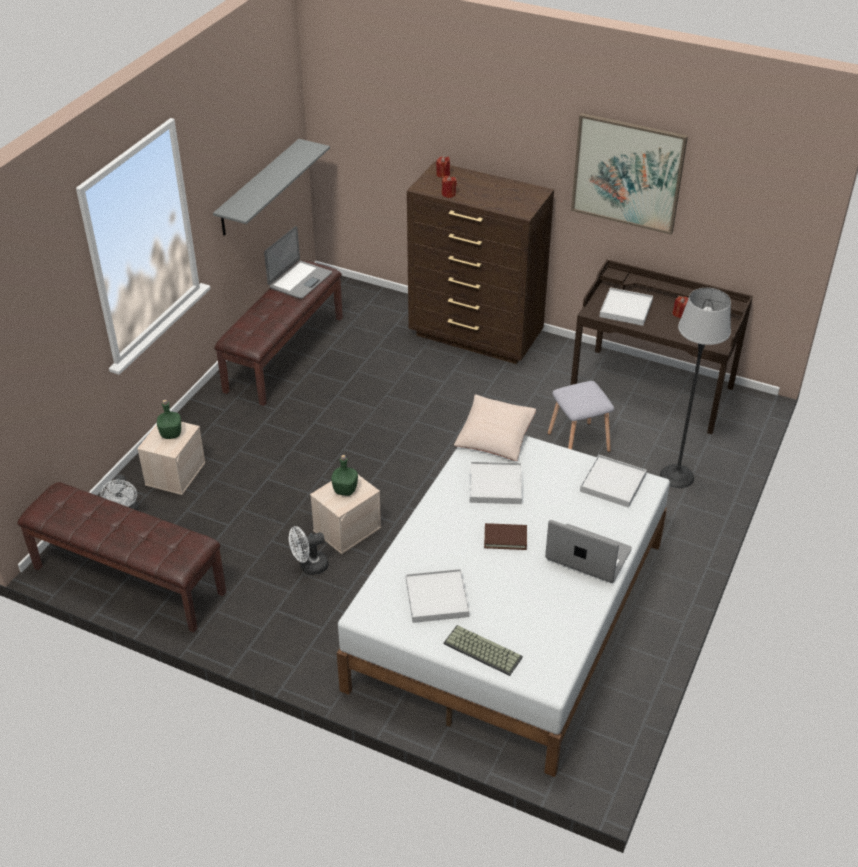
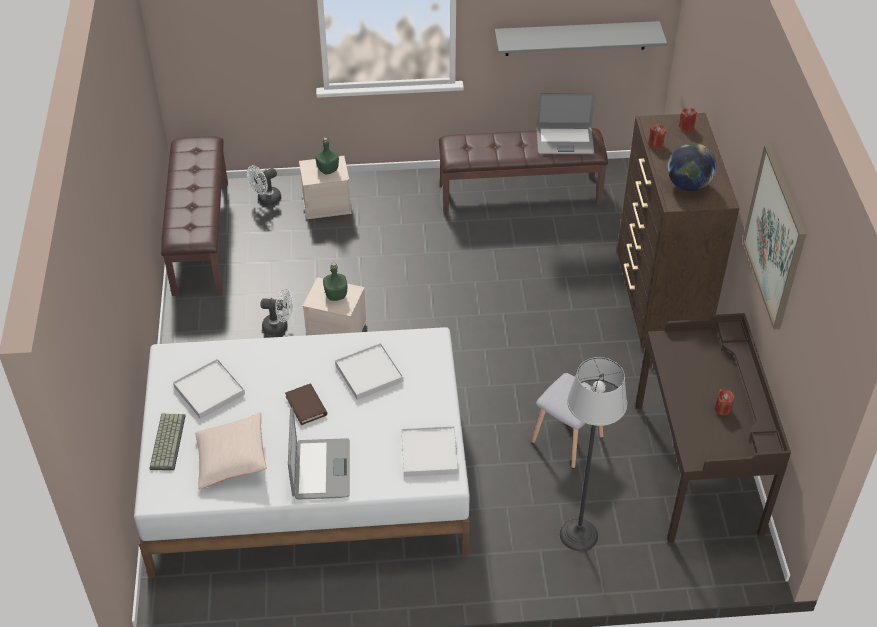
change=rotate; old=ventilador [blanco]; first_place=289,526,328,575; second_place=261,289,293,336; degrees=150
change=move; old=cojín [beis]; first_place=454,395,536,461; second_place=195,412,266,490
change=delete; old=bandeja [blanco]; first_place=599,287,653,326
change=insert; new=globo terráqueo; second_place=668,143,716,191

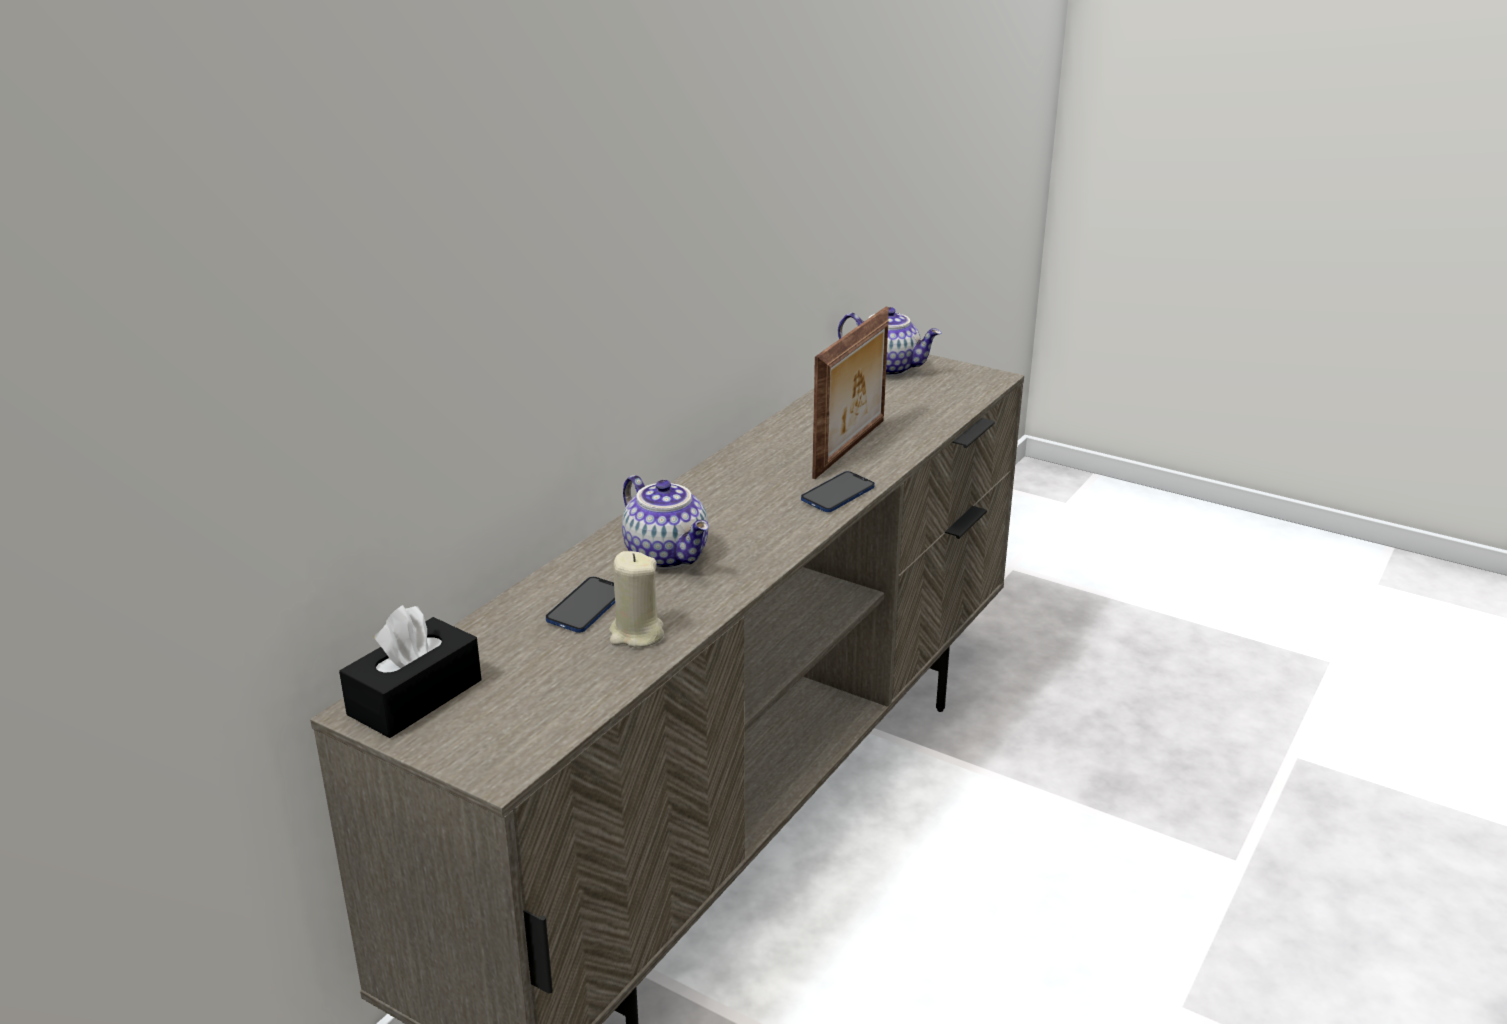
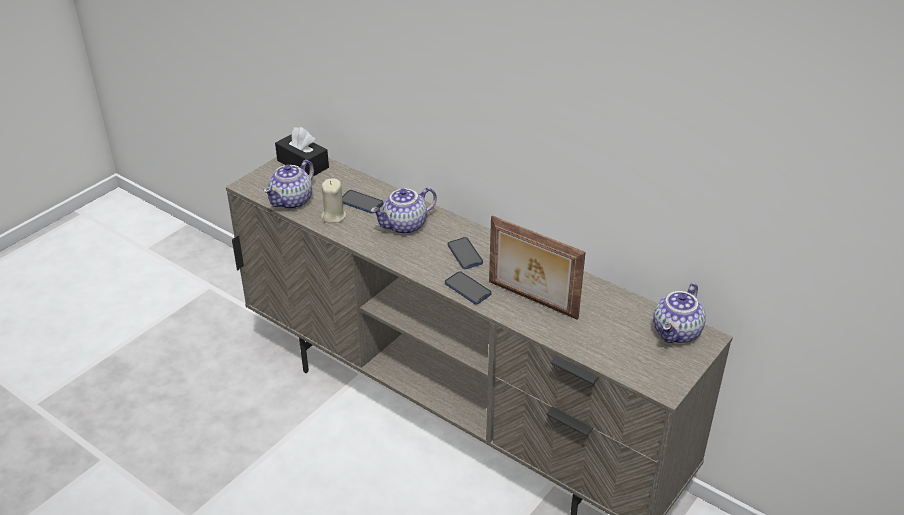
change=insert; new=tetera; second_place=263,160,314,209
change=insert; new=móvil; second_place=447,237,483,269

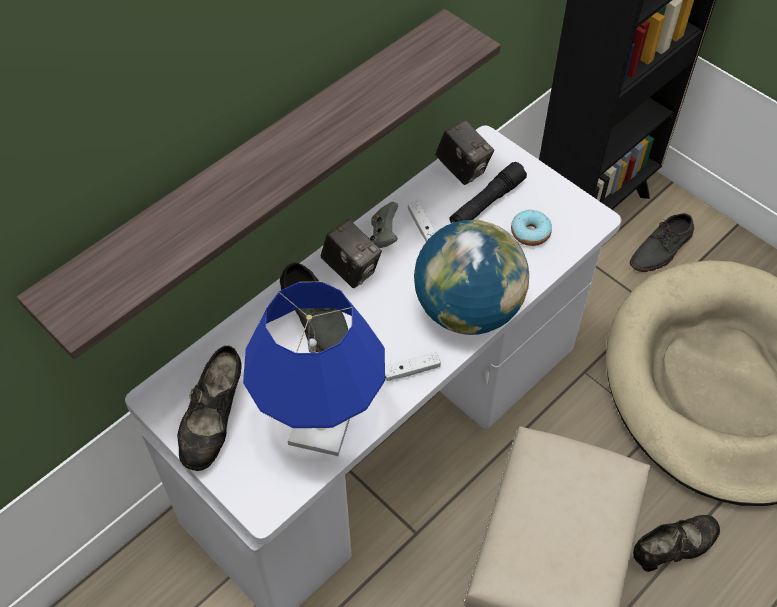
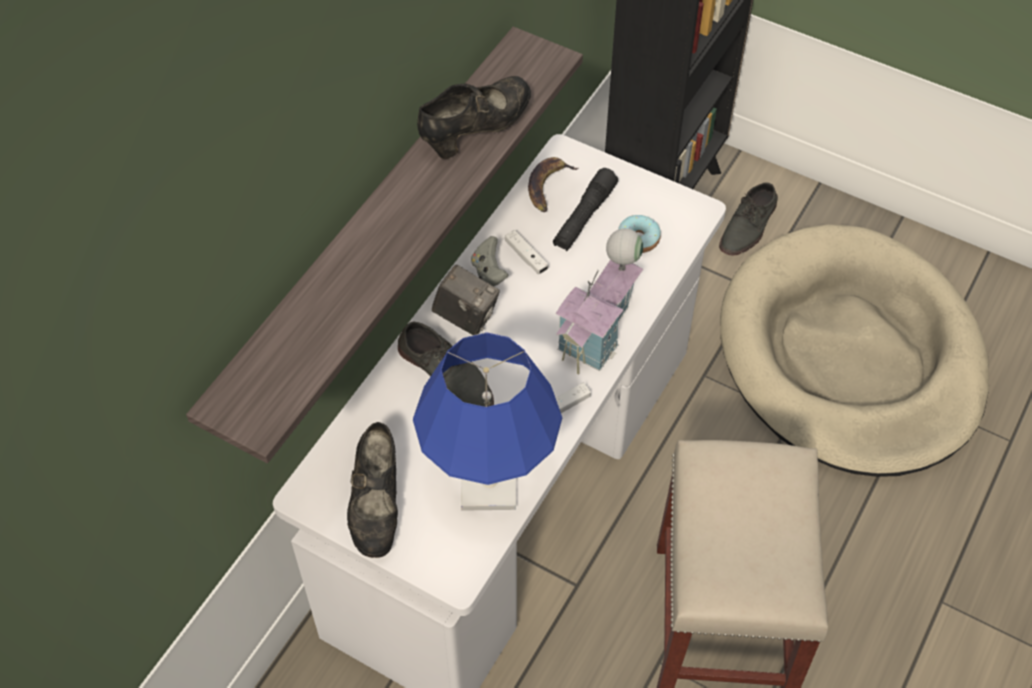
change=replace; old=globo terráqueo; new=casita; first_place=414,220,529,335; second_place=555,228,644,375
change=replace; old=cámara; new=plátano; first_place=435,120,494,185; second_place=528,157,578,212
change=move; old=zapato [negro]; first_place=633,515,720,572; second_place=417,76,531,159

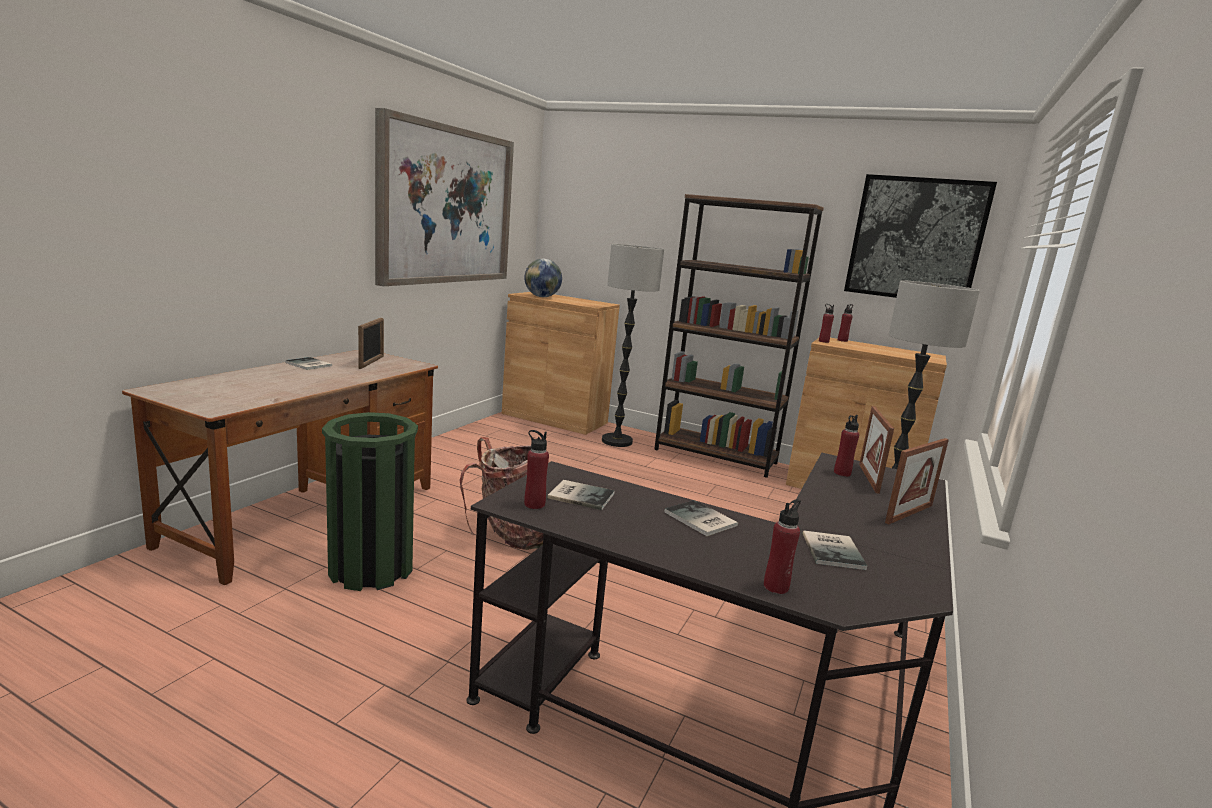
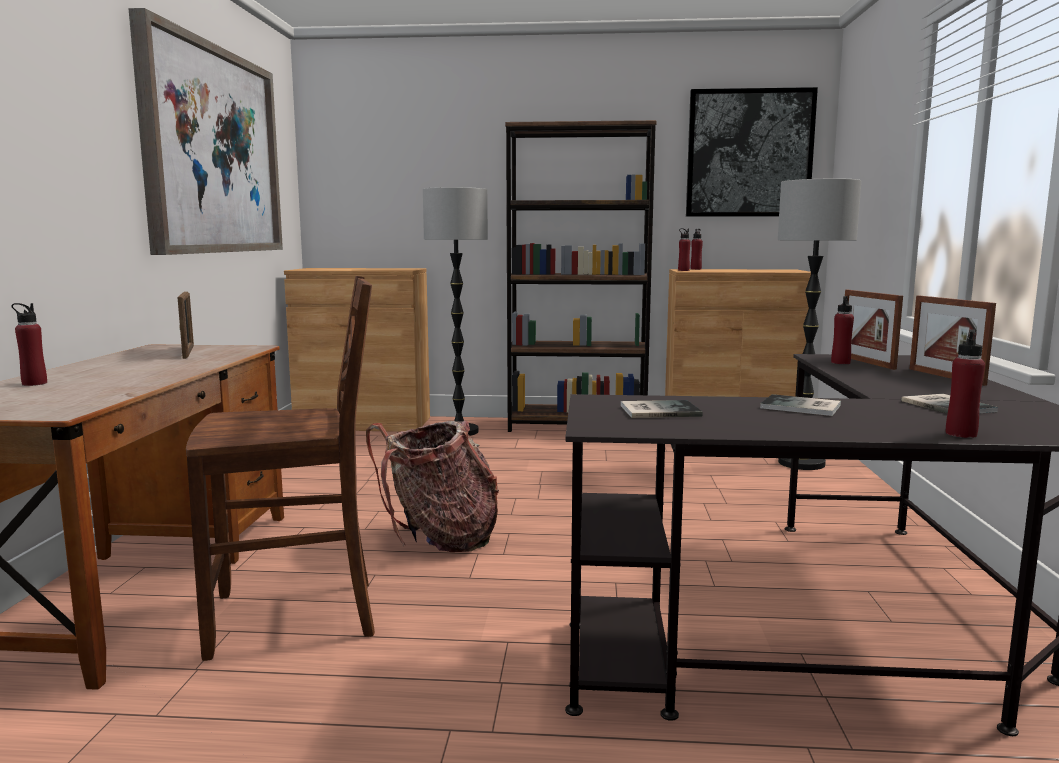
change=delete; old=libro; first_place=285,357,332,370
change=replace; old=papelera [verde]; new=silla [marrón]; first_place=322,412,418,591; second_place=186,276,375,661
change=delete; old=globo terráqueo; first_place=524,259,562,297
change=move; old=botella [rojo]; first_place=524,430,549,509; second_place=12,303,47,386
change=rotate; old=portarretratos; first_place=885,438,949,524; second_place=910,295,996,386; degrees=135

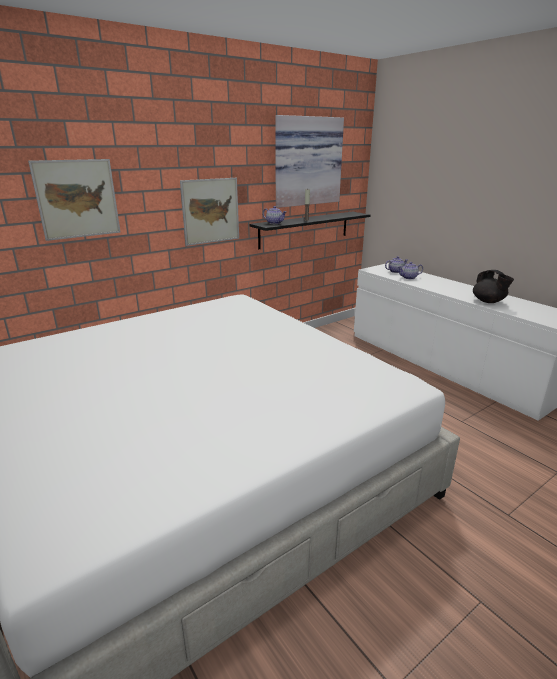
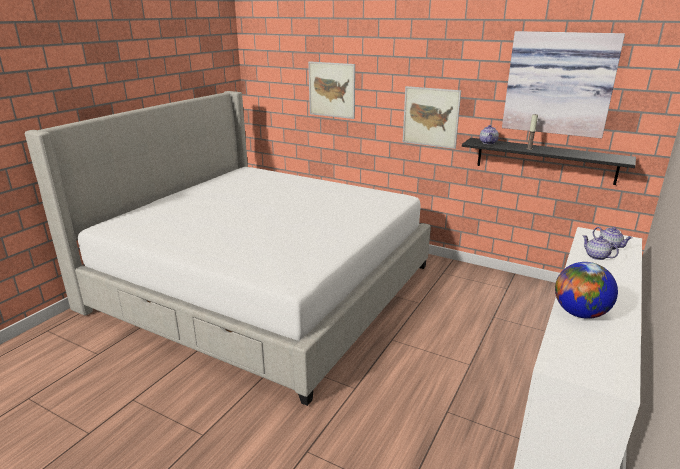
change=replace; old=tetera [negro]; new=globo terráqueo; first_place=473,270,514,303; second_place=555,262,618,319

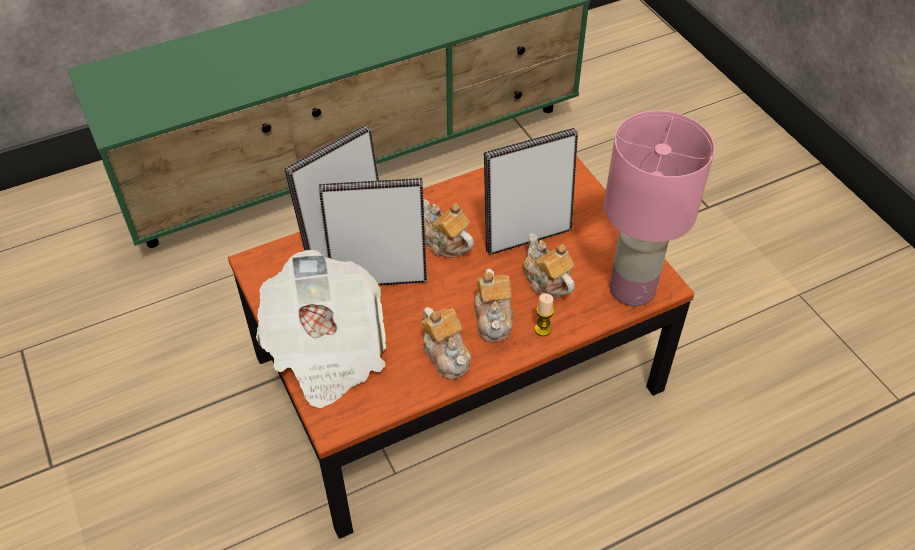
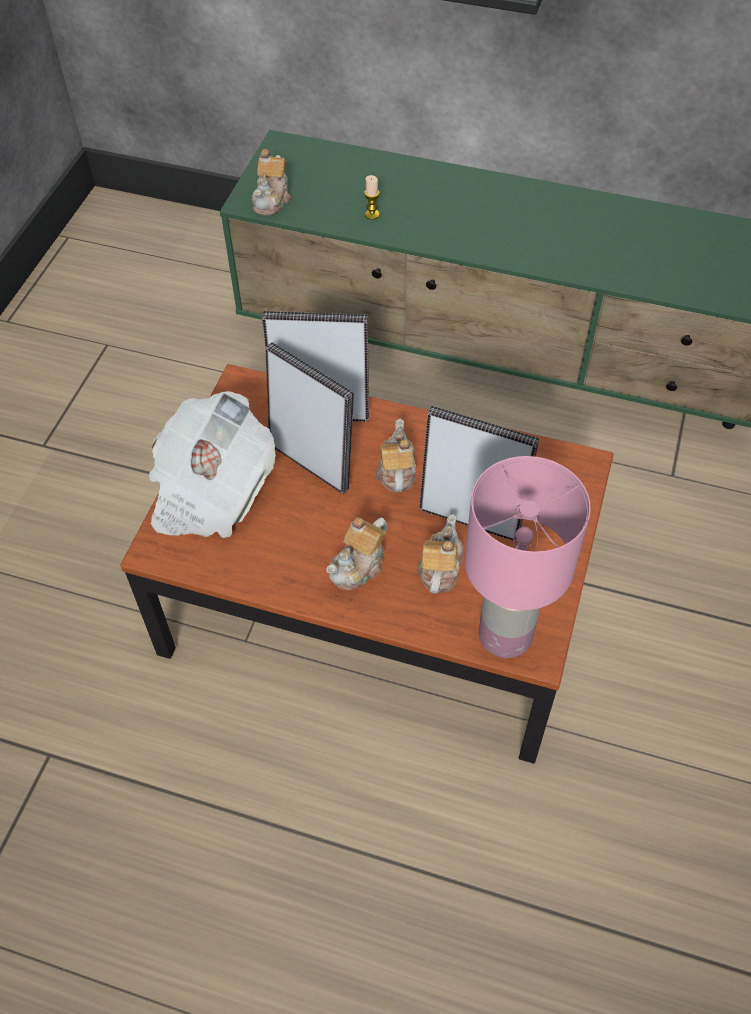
change=move; old=tetera; first_place=421,307,471,380; second_place=252,149,291,216
change=move; old=vela; first_place=534,293,554,336; second_place=364,175,380,220

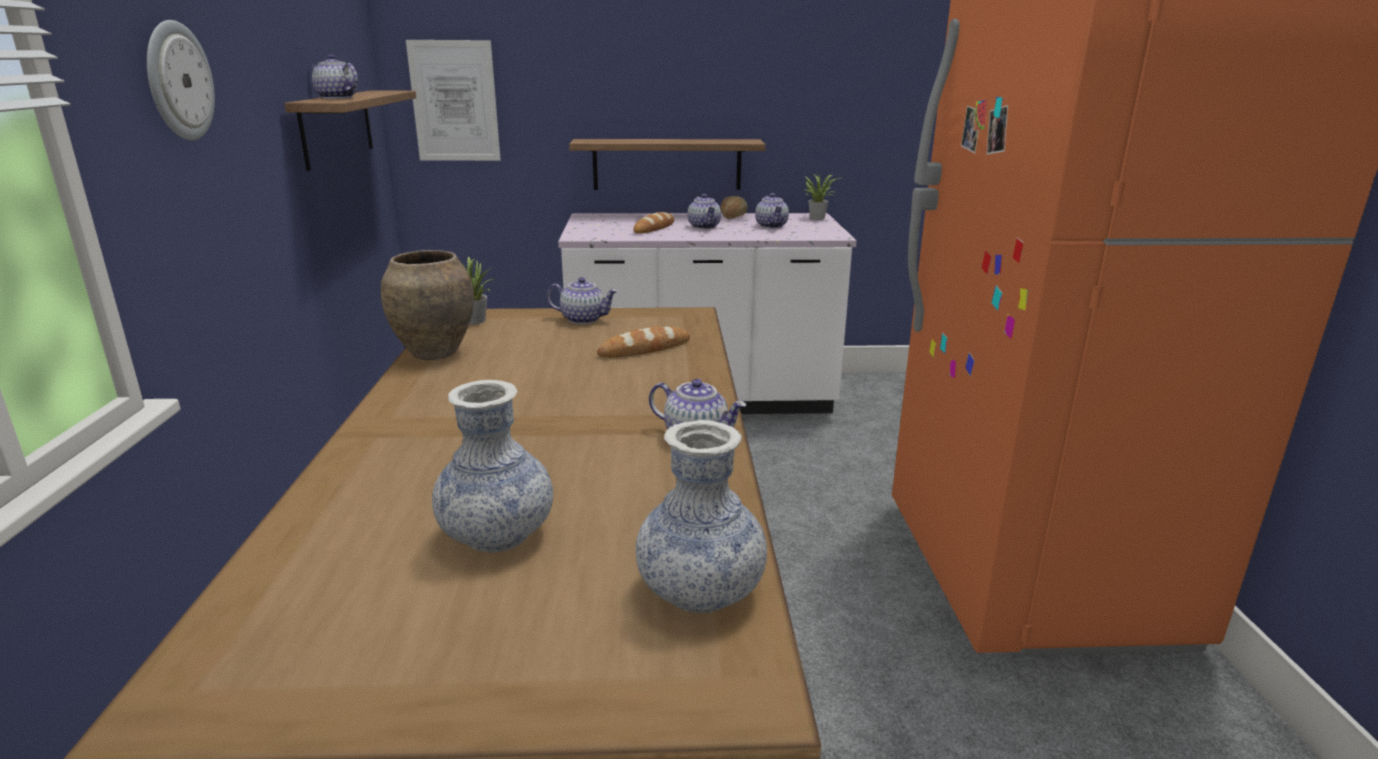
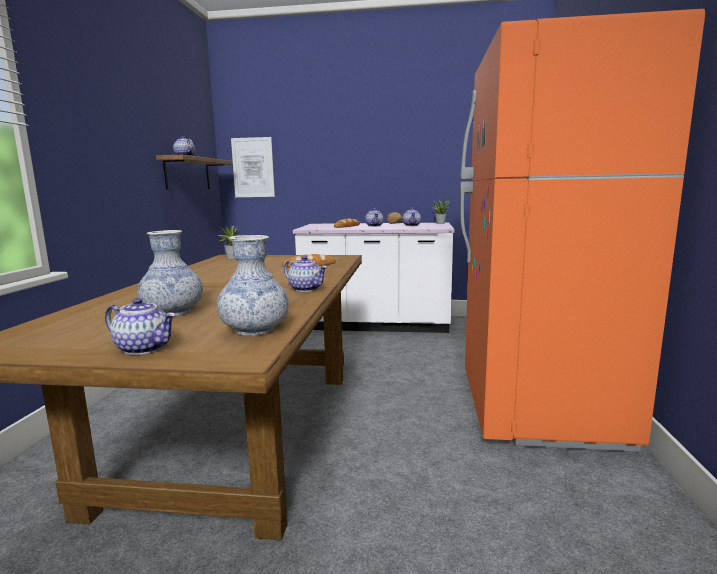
change=delete; old=reloj de pared; first_place=147,20,215,140
change=delete; old=florero [marrón]; first_place=381,250,474,360
change=move; old=tetera; first_place=546,277,618,324; second_place=105,298,176,355
change=delete; old=estante; first_place=569,139,766,190

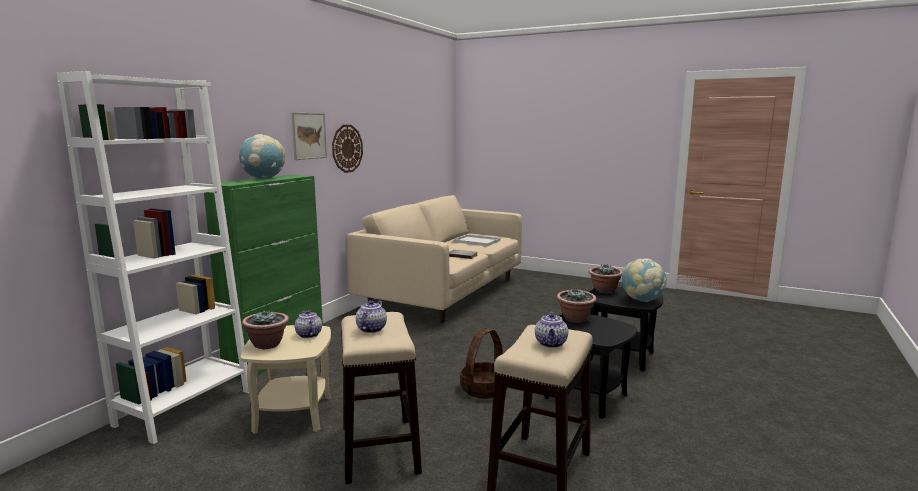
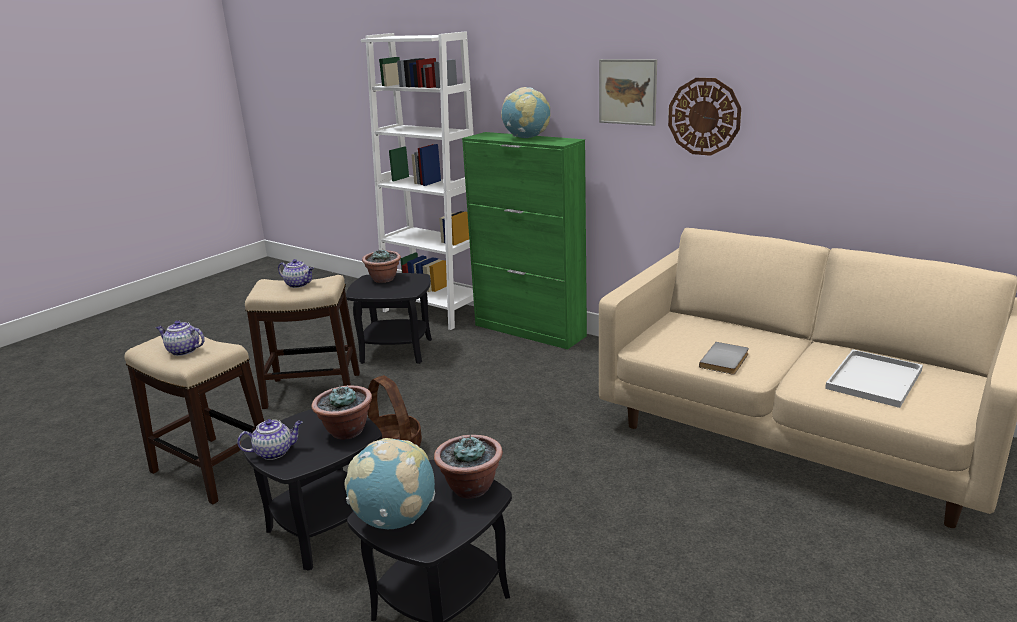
change=recolor; old=mesa auxiliar [beis]; new=mesa auxiliar [negro]; first_place=241,325,331,434; second_place=346,273,432,364
change=move; old=tetera; first_place=295,310,322,338; second_place=237,419,302,460

